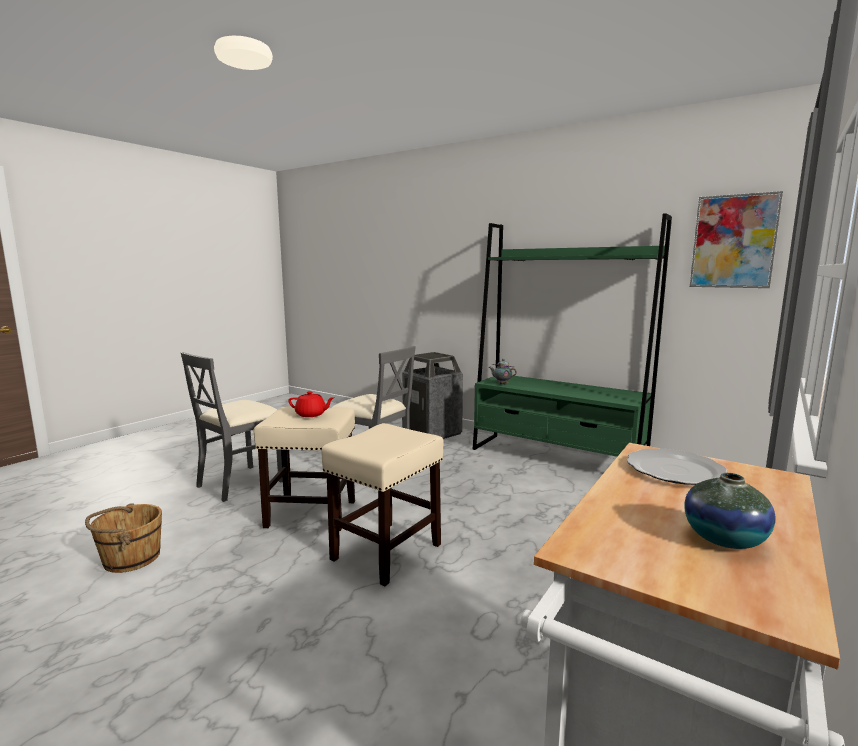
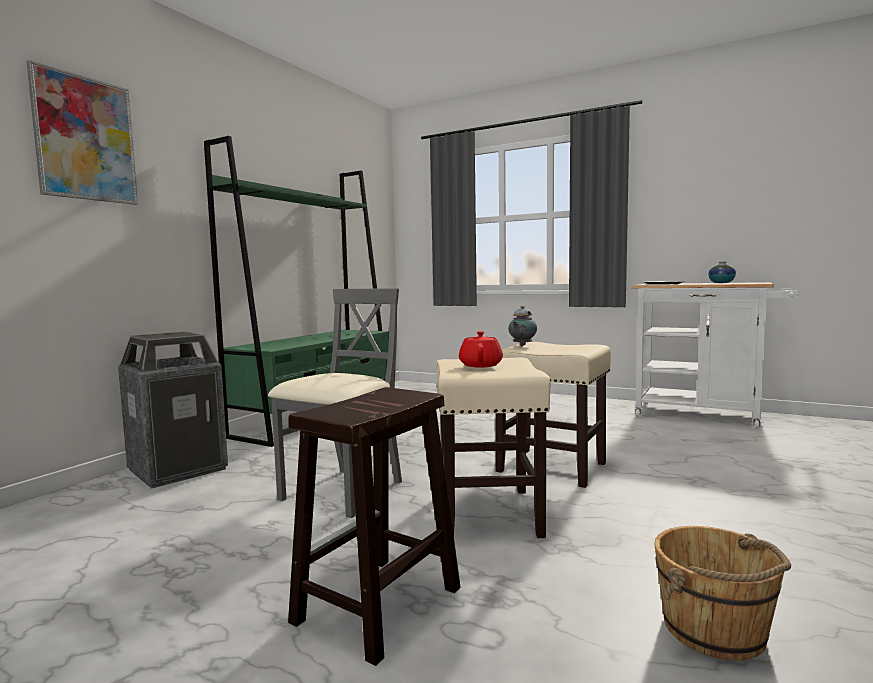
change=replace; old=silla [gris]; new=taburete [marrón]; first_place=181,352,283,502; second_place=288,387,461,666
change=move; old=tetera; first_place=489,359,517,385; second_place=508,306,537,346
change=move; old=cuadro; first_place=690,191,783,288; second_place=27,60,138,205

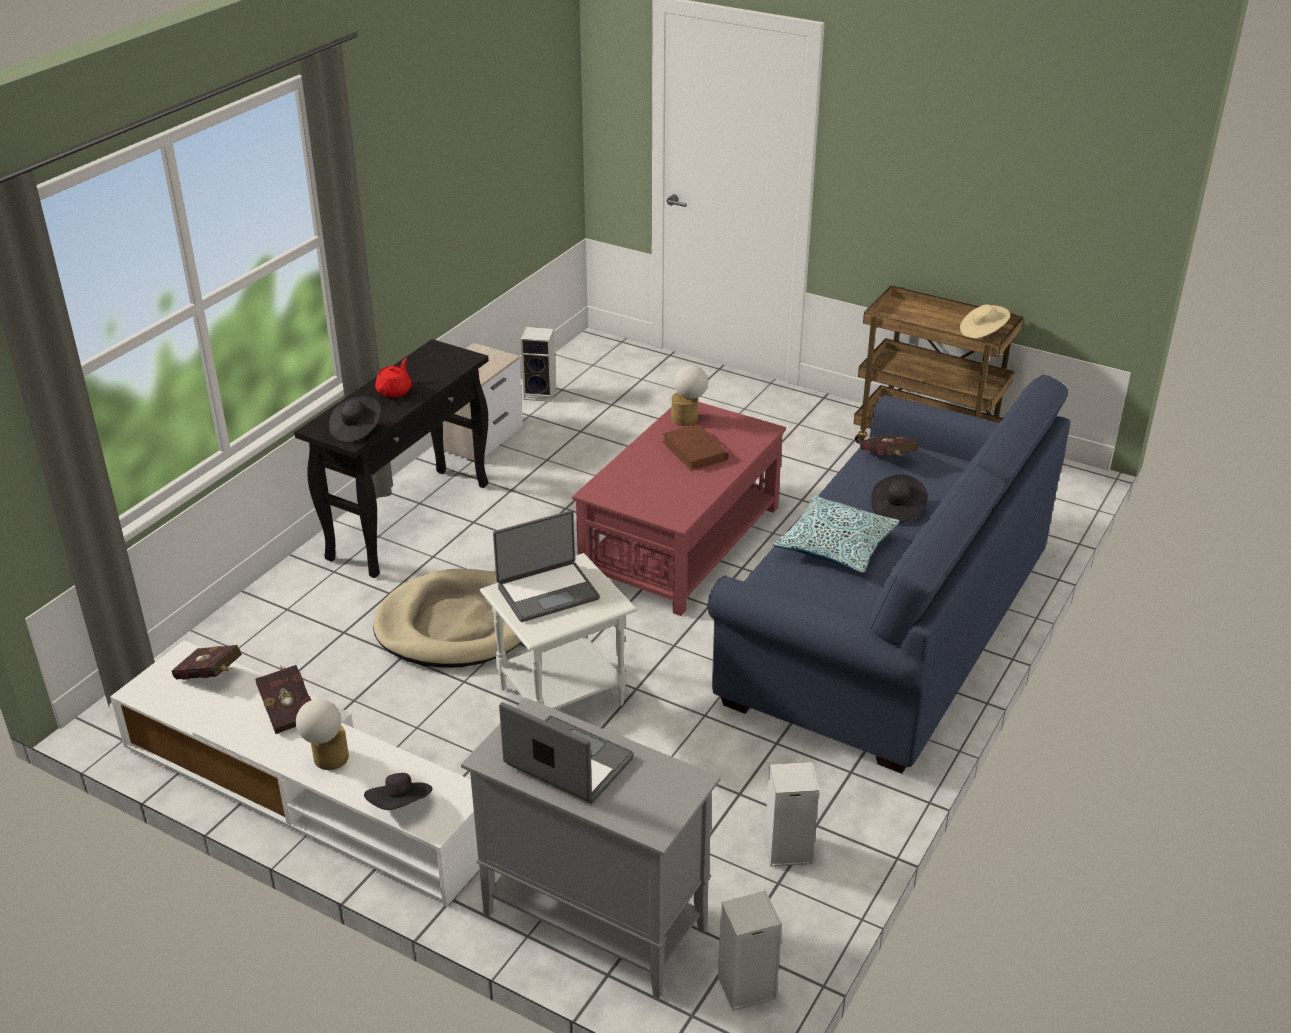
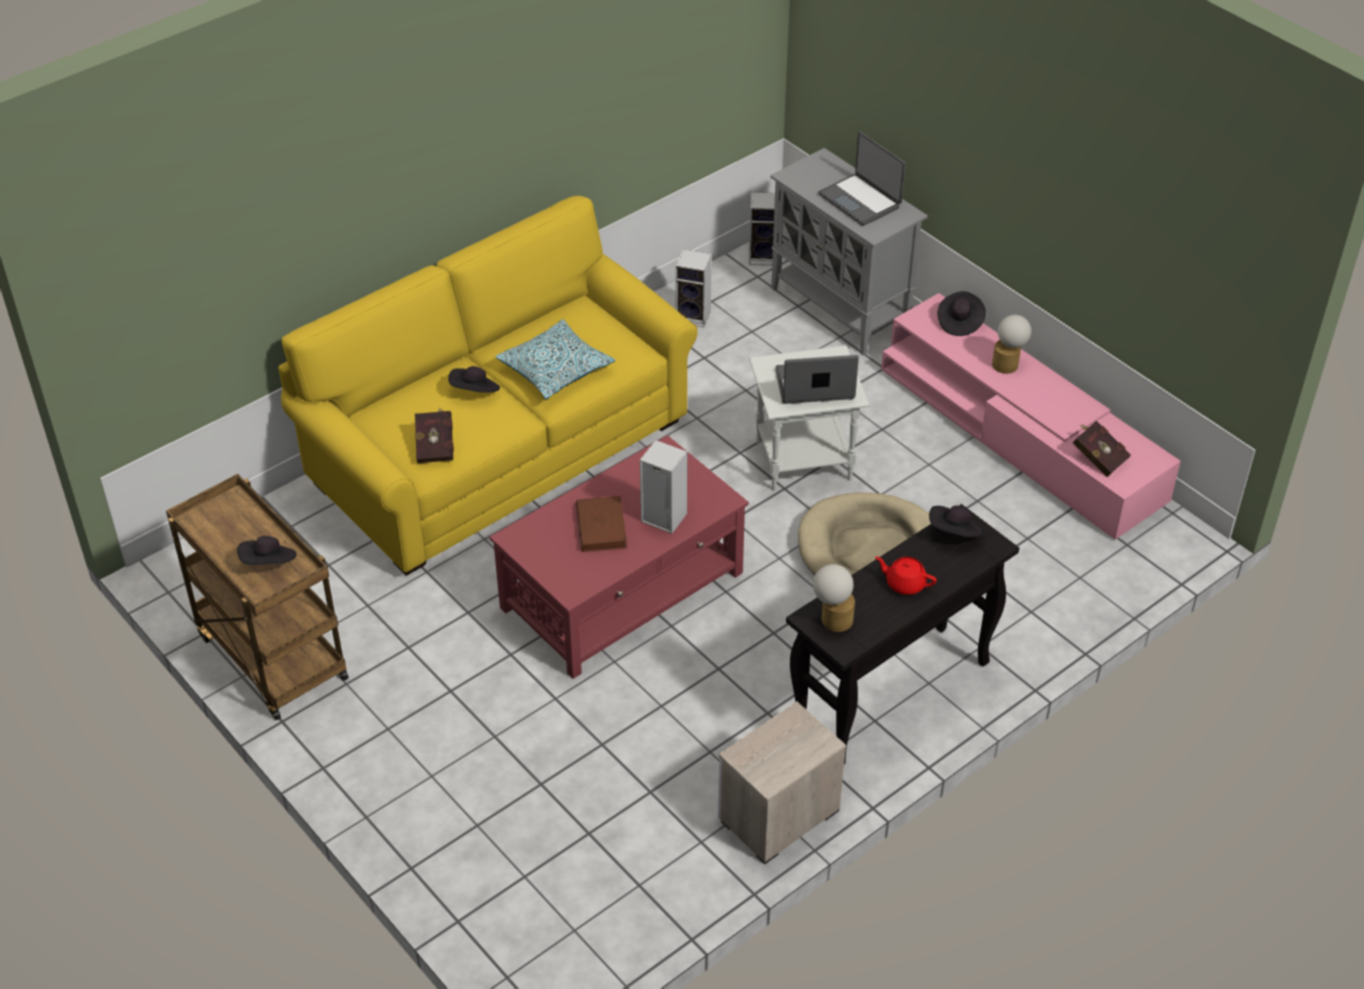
change=recolor; old=mueble de televisión [blanco]; new=mueble de televisión [rosa]; first_place=110,640,479,907; second_place=881,293,1181,540
change=delete; old=libro [rojo]; first_place=255,665,311,734
change=rotate; old=tetera [rojo]; first_place=375,358,412,397; second_place=875,557,937,595; degrees=75
change=move; old=altavoz; first_place=521,327,556,402; second_place=640,440,687,534
change=move; old=lámpara de mesa; first_place=671,365,708,426; second_place=813,564,855,632
change=recolor; old=sofá [azul]; new=sofá [amarillo]; first_place=708,375,1070,774; second_place=278,196,698,576
change=delete; old=sombrero [beis]; first_place=960,305,1010,338
change=insert; new=sombrero [negro]; second_place=237,536,297,565

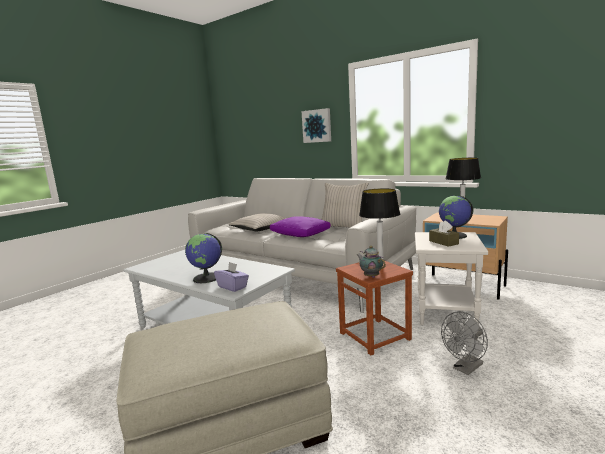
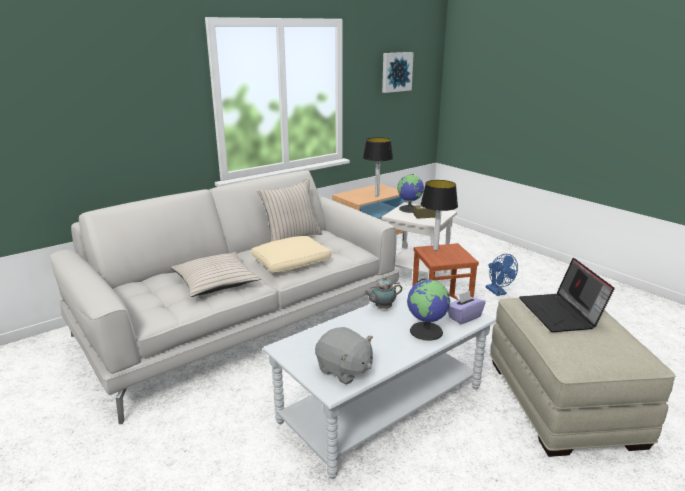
change=recolor; old=cojín [morado]; new=cojín [beis]; first_place=270,216,330,237; second_place=251,236,331,273
change=move; old=cuadro; first_place=301,108,331,143; second_place=382,52,414,93
change=move; old=tetera; first_place=356,246,386,278; second_place=364,277,402,309
change=recolor; old=ventilador [gris]; new=ventilador [azul]; first_place=441,311,488,375; second_place=486,254,518,296
change=insert; new=peluche [gris]; second_place=315,327,373,384
change=insert; new=portátil; second_place=519,258,615,332

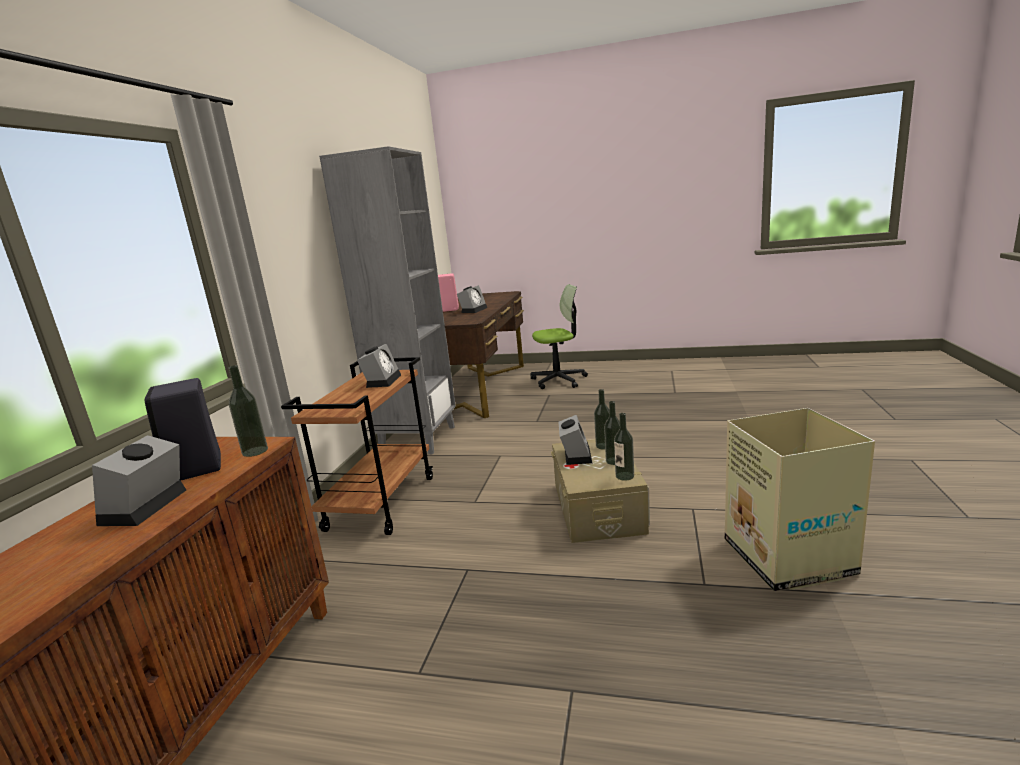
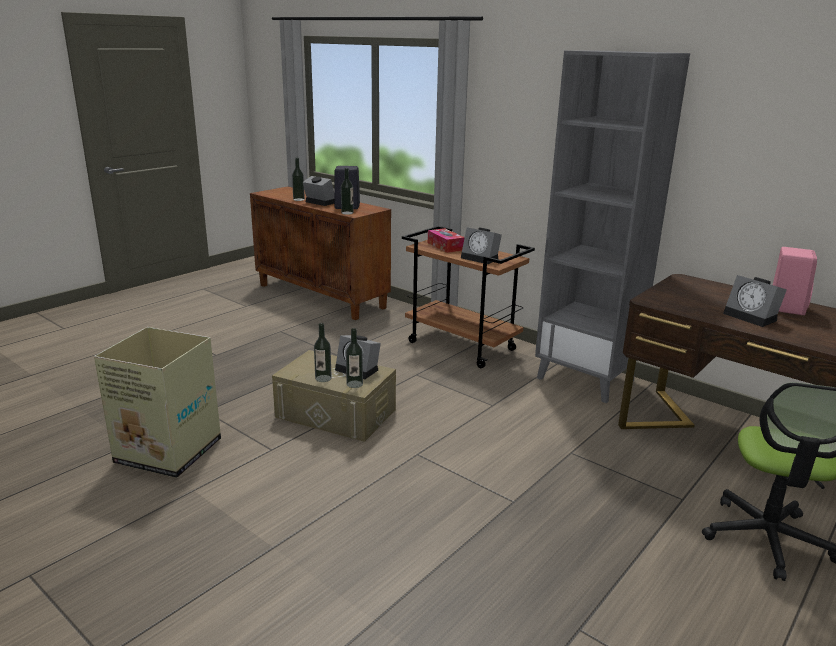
change=move; old=botella; first_place=614,413,634,481; second_place=292,158,305,201
change=insert; new=caja de pañuelos; second_place=428,228,465,253

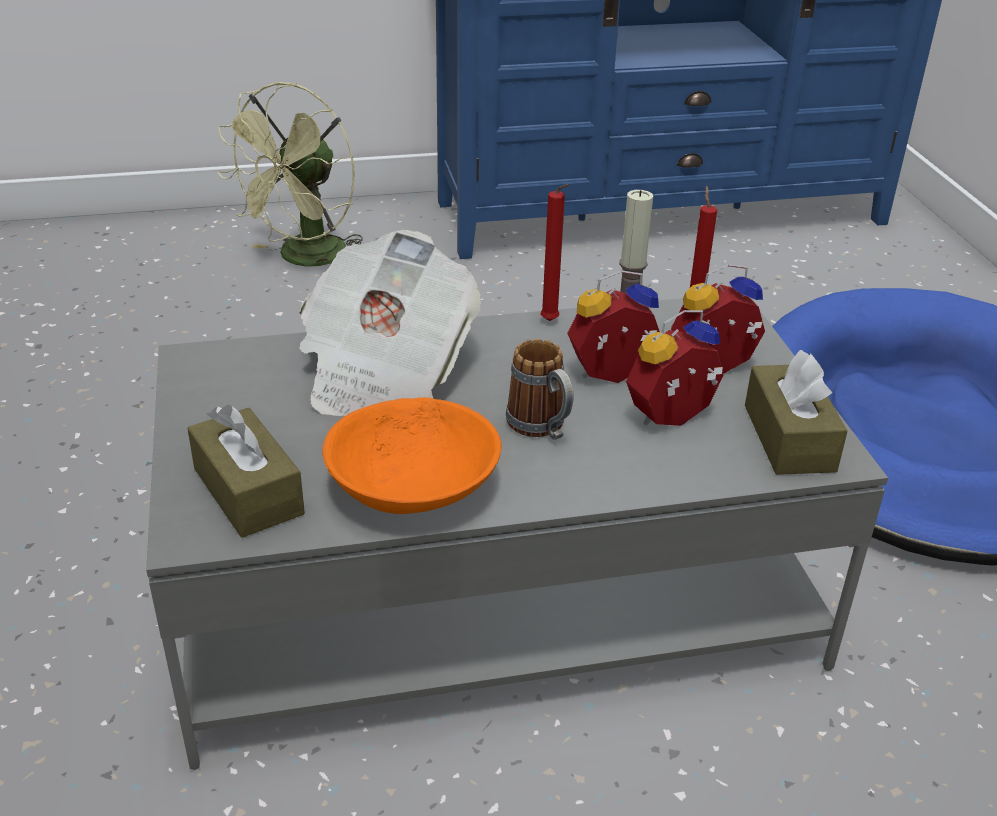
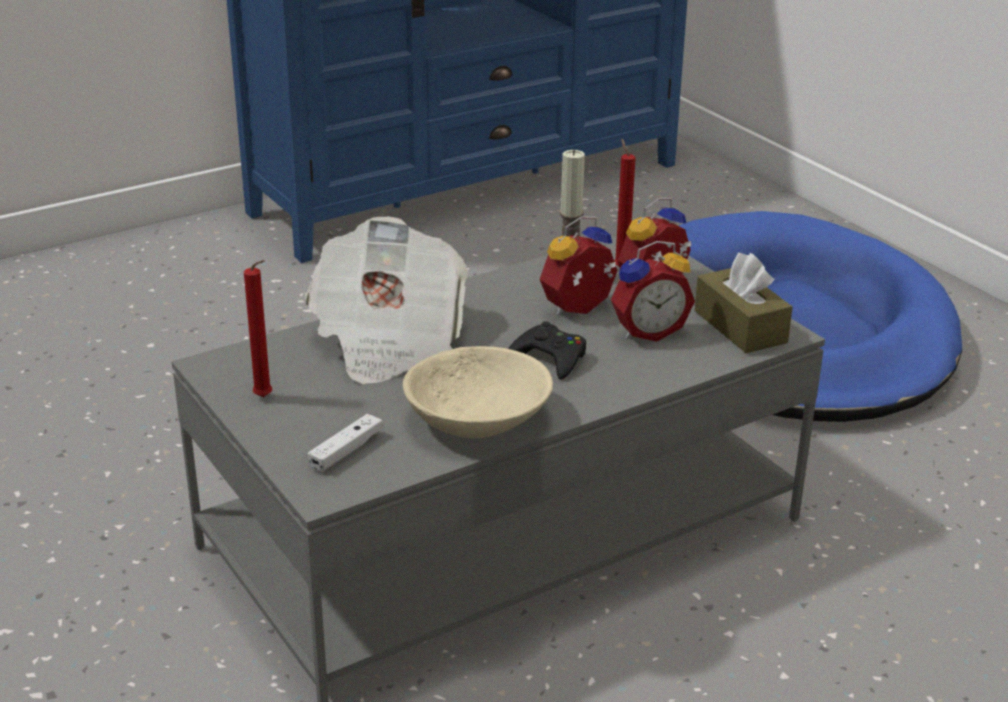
change=replace; old=caja de pañuelos [marrón]; new=mando de consola [blanco]; first_place=187,405,305,538; second_place=308,414,383,472
change=delete; old=ventilador [verde]; first_place=217,82,363,267
change=recolor; old=cuenco [naranja]; new=cuenco [beis]; first_place=323,397,502,514; second_place=403,346,553,438
change=replace; old=taza grande; new=mando de consola [negro]; first_place=506,339,573,440; second_place=508,321,586,380
change=move; old=vela [rojo]; first_place=540,184,569,321; second_place=244,260,272,397
change=rotate; old=despertador; first_place=626,310,724,426; second_place=611,241,695,342; degrees=-150

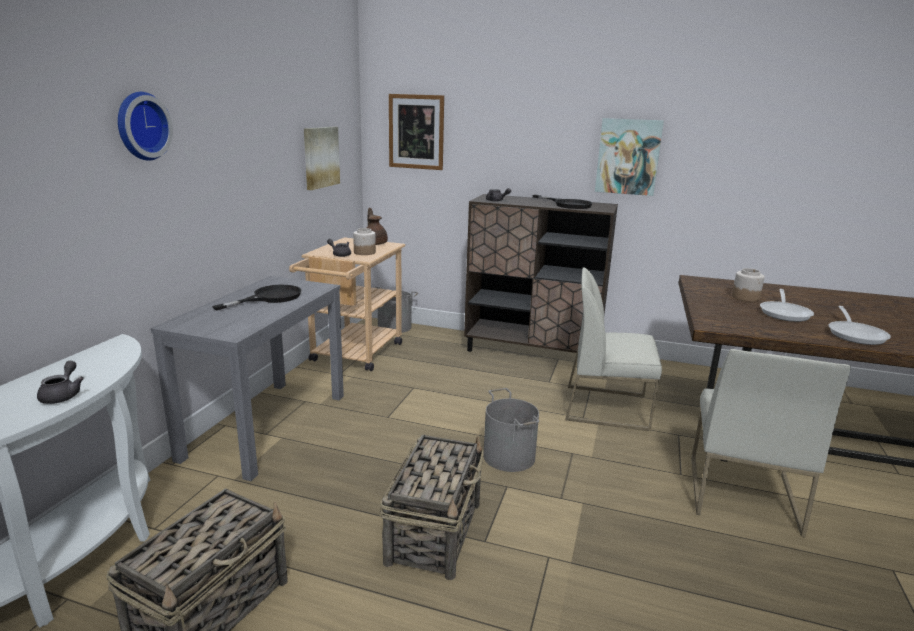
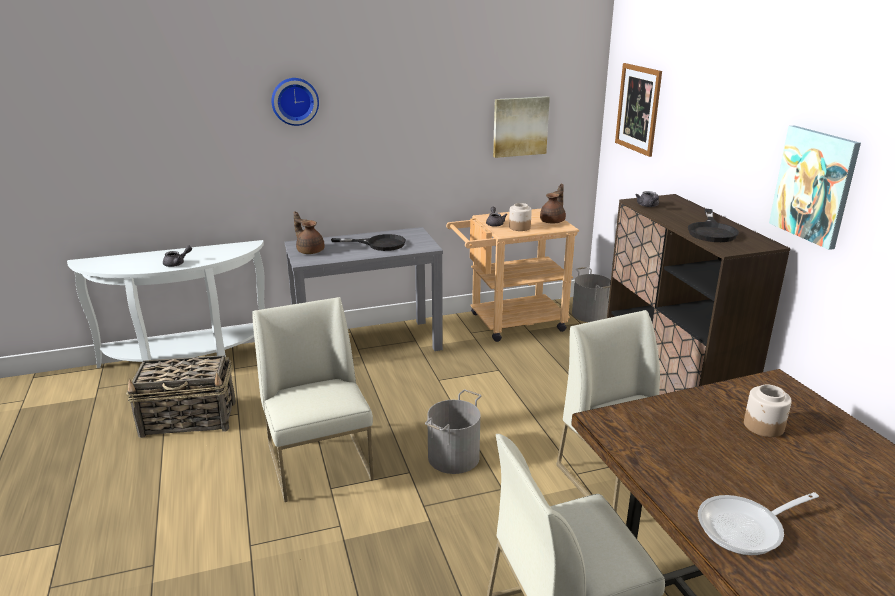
change=replace; old=cesta; new=silla [blanco]; first_place=379,435,484,580; second_place=252,297,374,502
change=delete; old=sartén; first_place=760,289,814,322
change=insert; new=tetera [marrón]; second_place=294,211,325,254

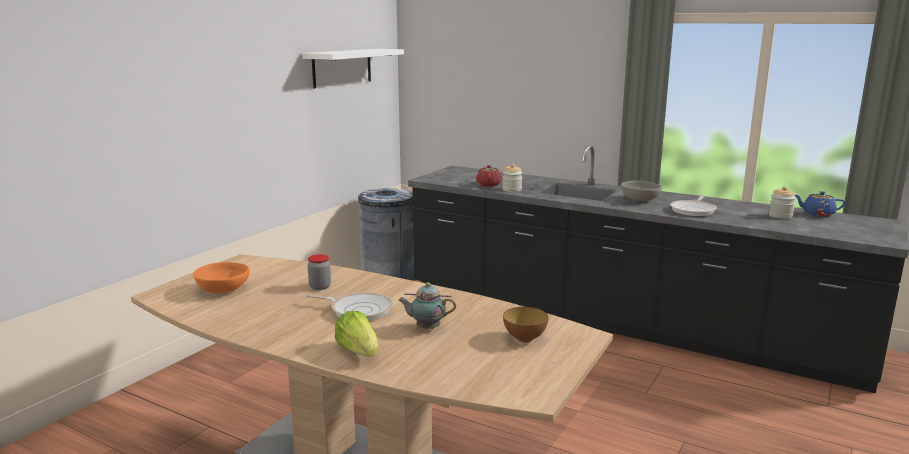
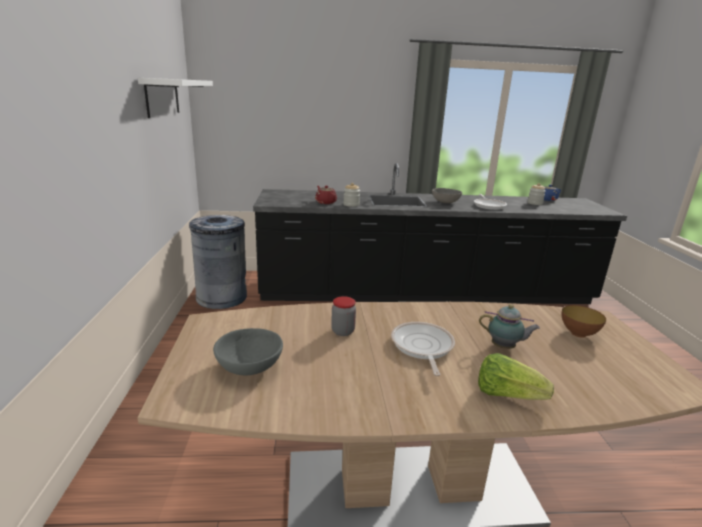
change=recolor; old=cuenco [naranja]; new=cuenco [gris]; first_place=193,262,250,293; second_place=213,328,283,376
change=rotate; old=sartén; first_place=305,292,393,321; second_place=391,322,455,376; degrees=-75
change=rotate; old=tetera; first_place=398,282,456,329; second_place=479,304,540,349; degrees=-135

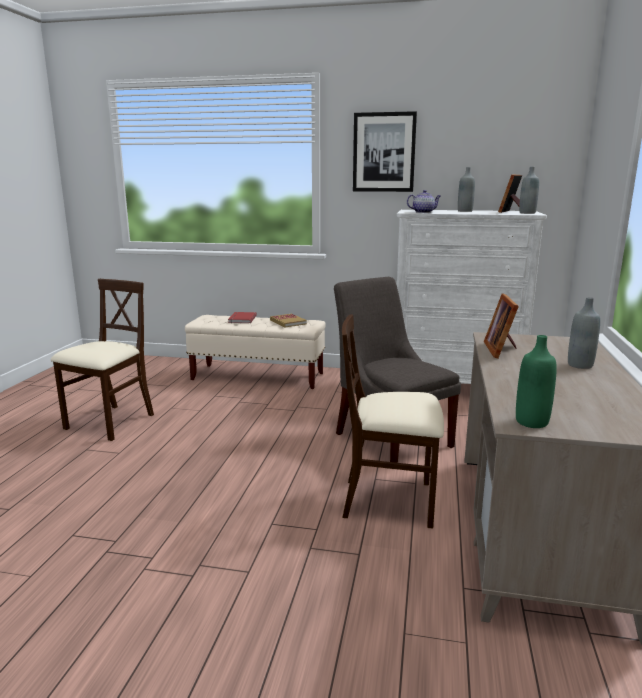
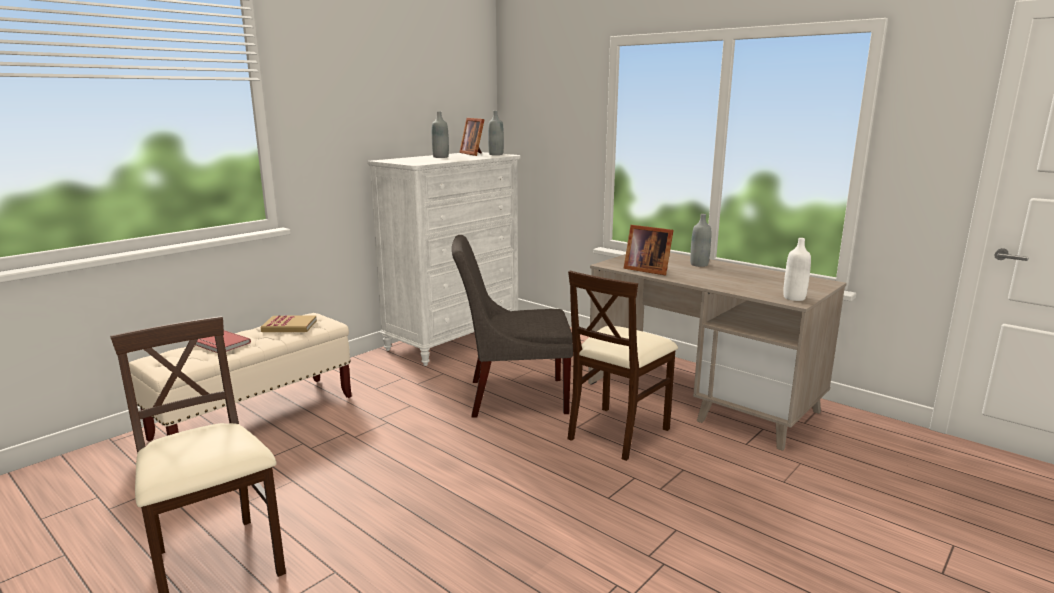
change=delete; old=cuadro; first_place=353,111,417,192
change=delete; old=tetera; first_place=407,190,441,213
change=recolor; old=botella [verde]; new=botella [blanco]; first_place=516,335,557,428; second_place=783,238,811,301

